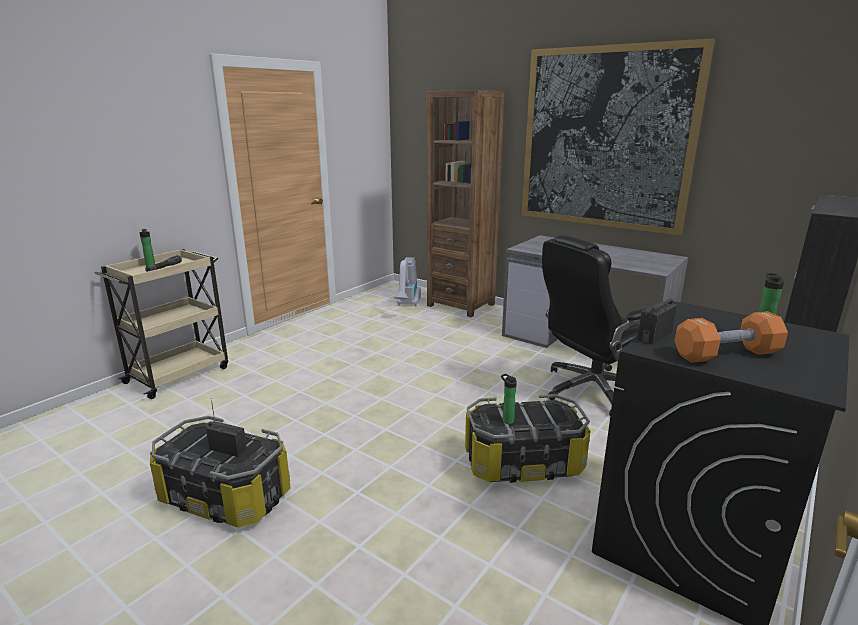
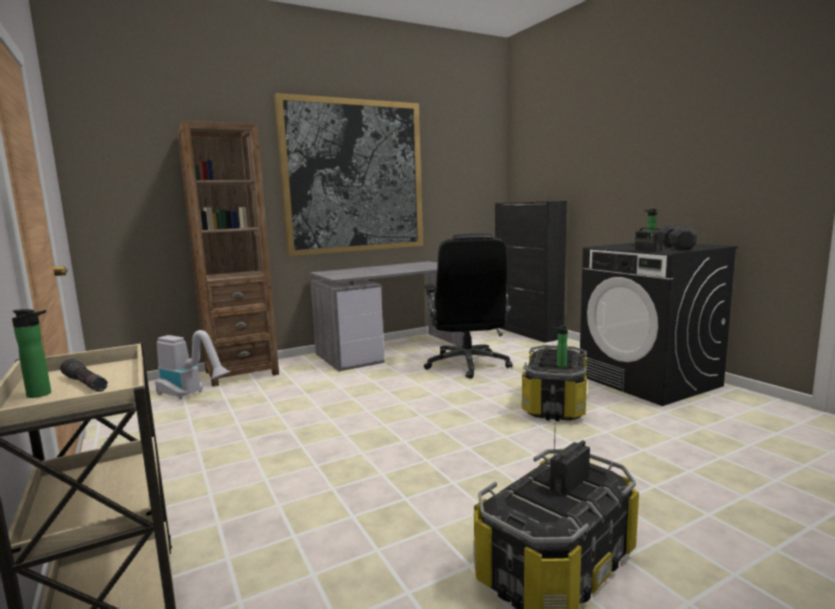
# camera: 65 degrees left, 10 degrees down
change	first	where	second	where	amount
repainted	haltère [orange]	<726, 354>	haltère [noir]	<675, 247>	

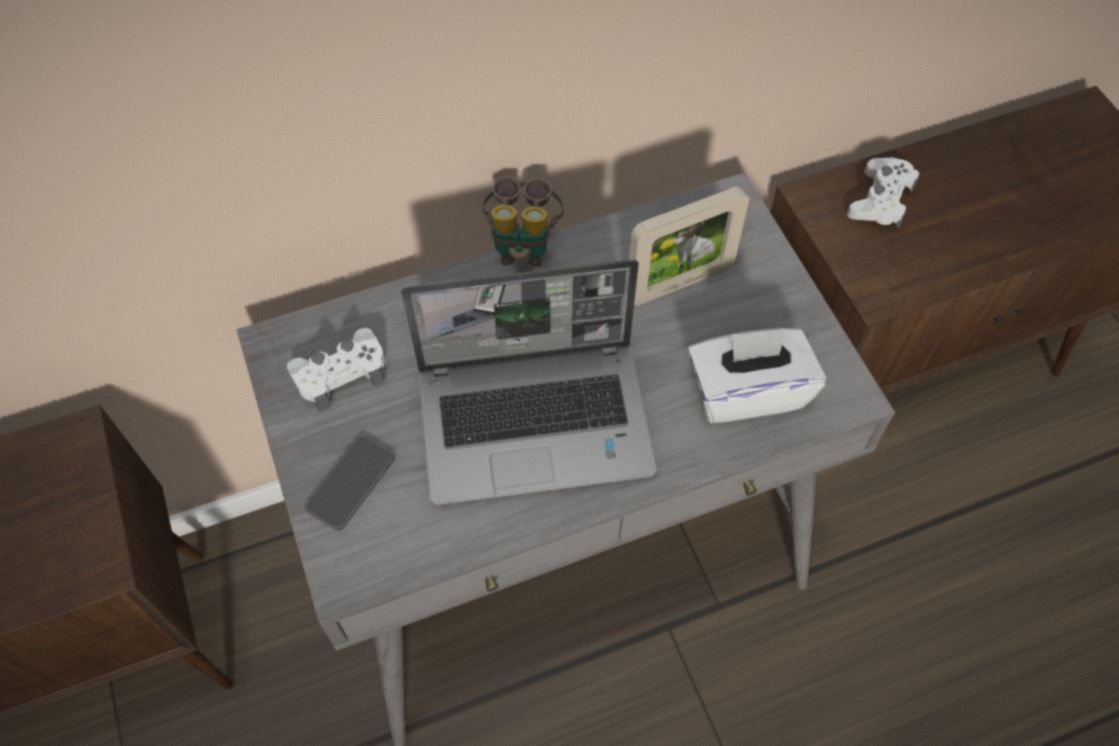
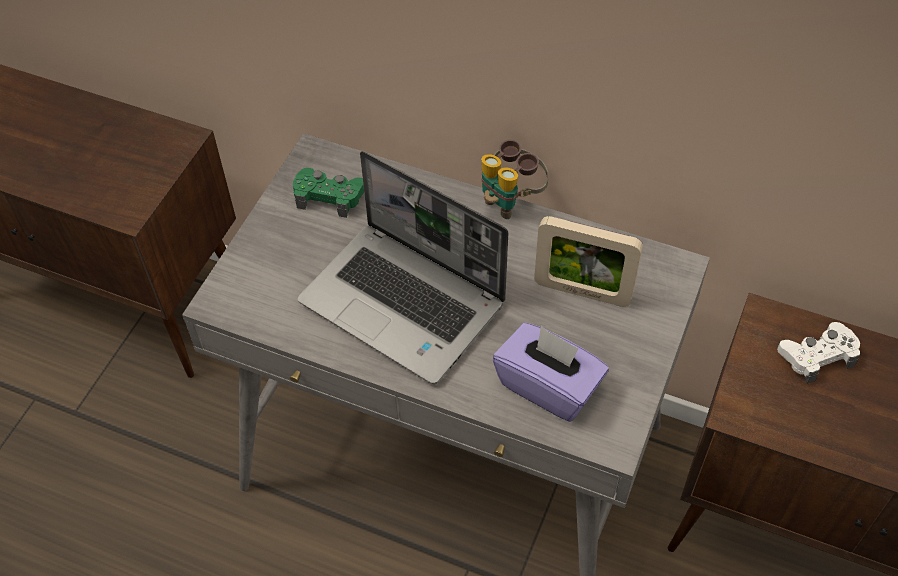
# camera: 45 degrees right, 5 degrees down
change	first	where	second	where	amount
repainted	manette [blanc]	<341, 373>	manette [vert]	<329, 196>	
repainted	boîte à mouchoirs [blanc]	<746, 391>	boîte à mouchoirs [violet]	<548, 386>	
gone	téléphone	<350, 483>			

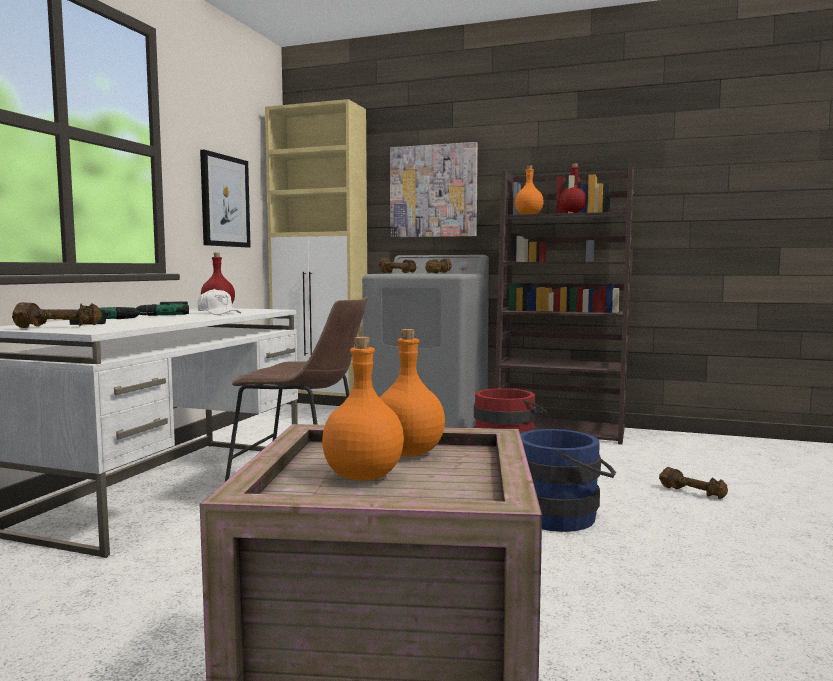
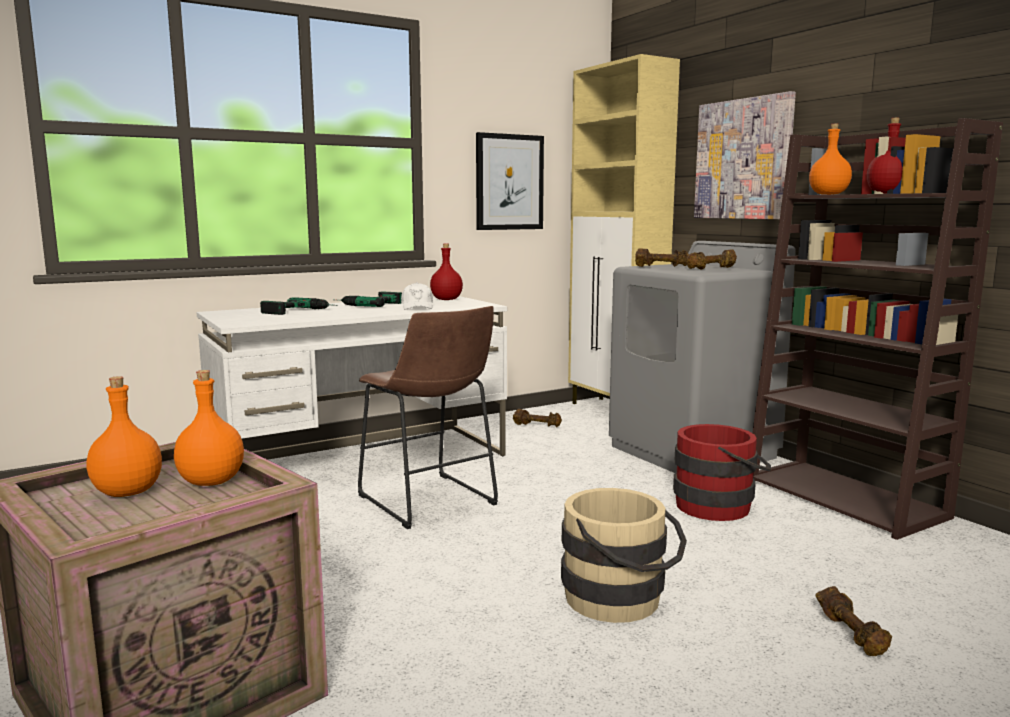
# camera: 40 degrees right, 5 degrees up
change	first	where	second	where	amount
shifted	haltère [marron]	<59, 327>		<537, 425>	
repainted	seau [bleu]	<564, 516>	seau [beige]	<621, 601>	

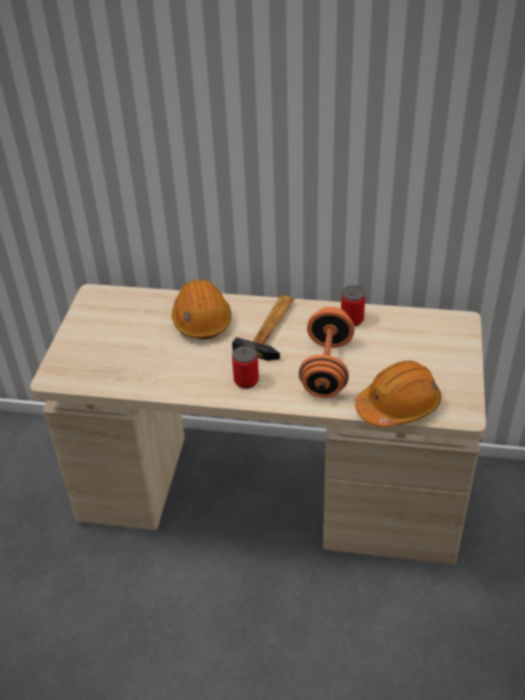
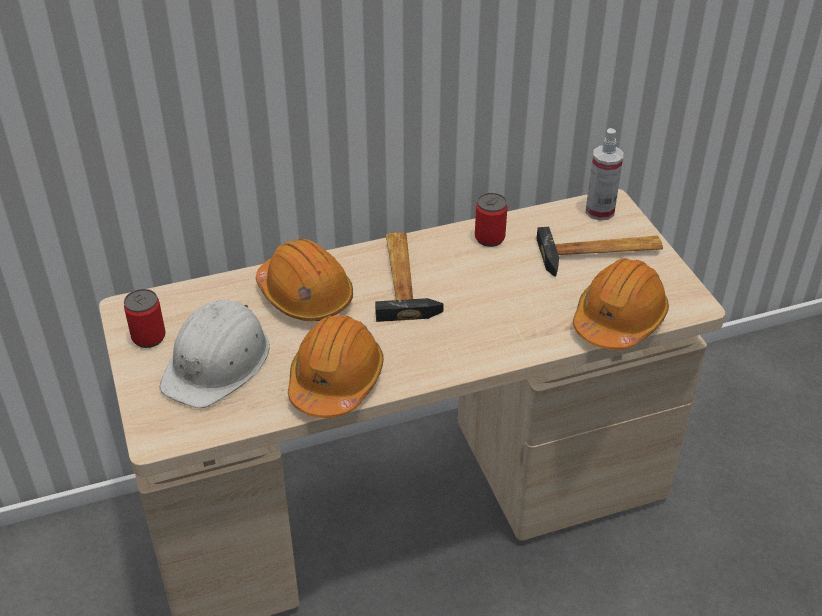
# camera: 30 degrees left, 0 degrees up
change	first	where	second	where	amount
shifted	boîte métallique	<246, 381>		<149, 337>	
new			casque de chantier [blanc]	<218, 362>	
new			casque de chantier [orange]	<336, 380>	
new			marteau	<601, 254>	
new			vaporisateur	<599, 211>	
gone	haltère [orange]	<326, 368>			

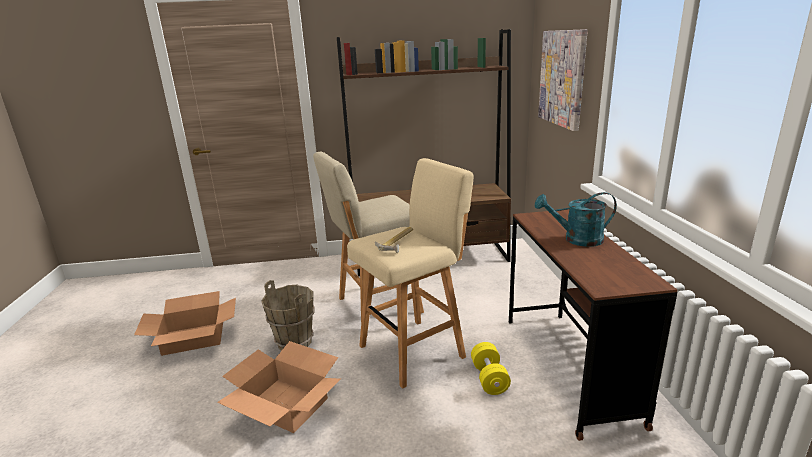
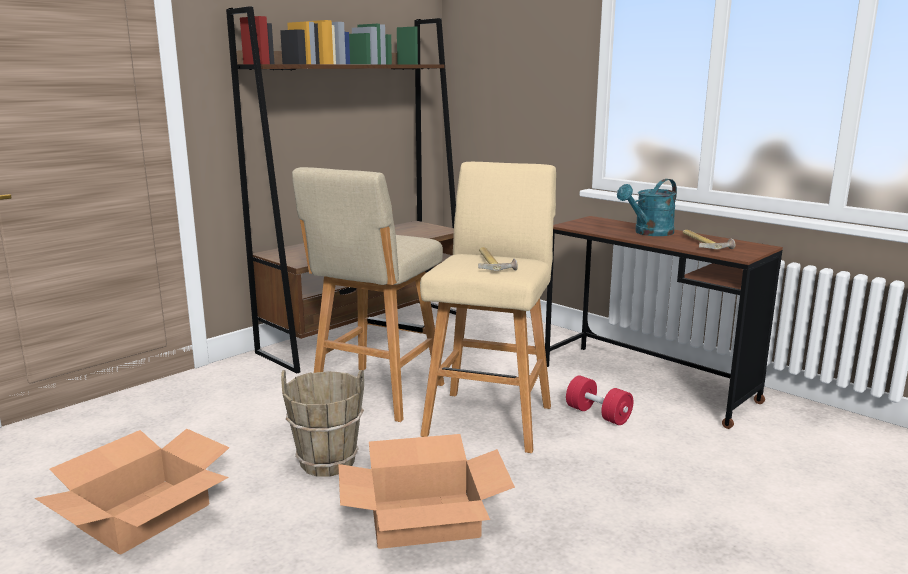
# camera: 40 degrees left, 5 degrees down
change	first	where	second	where	amount
repainted	haltère [jaune]	<489, 378>	haltère [rouge]	<598, 414>	
new			marteau	<704, 243>	
gone	tableau	<562, 78>			

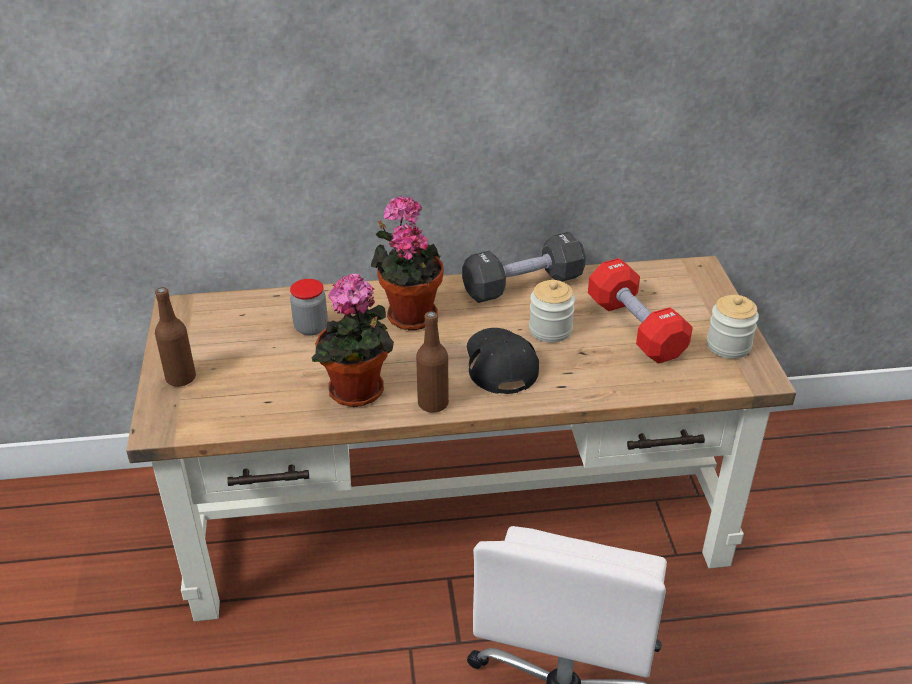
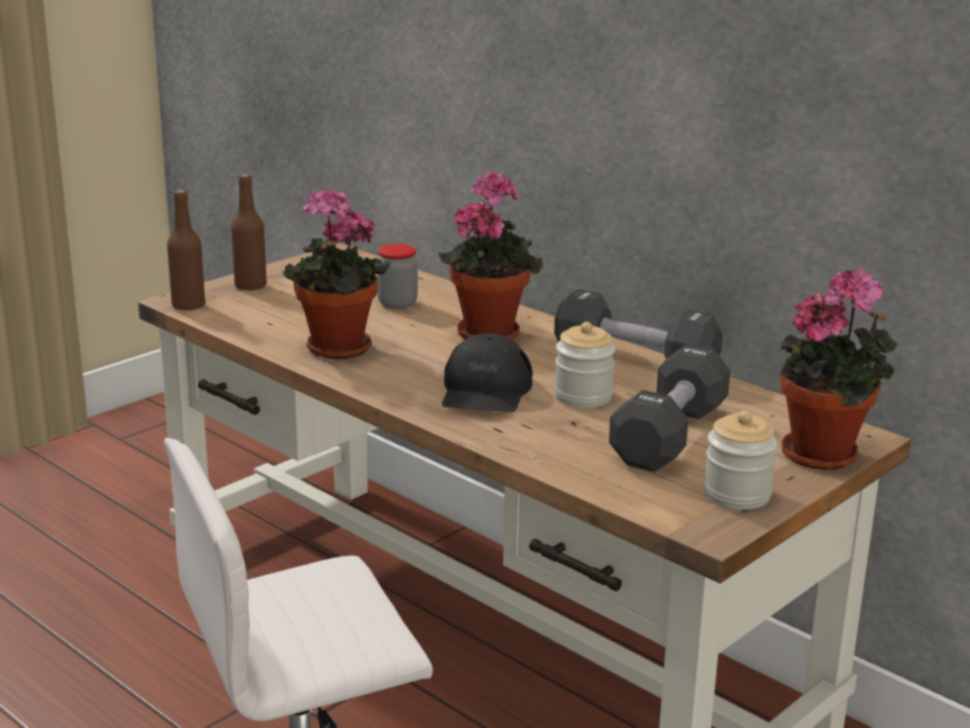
# camera: 50 degrees right, 15 degrees down
change	first	where	second	where	amount
shifted	bouteille [marron]	<433, 404>		<188, 306>	
rotated	casquette [noir]	<500, 363>		<485, 391>	150 degrees clockwise
repainted	haltère [rouge]	<635, 328>	haltère [noir]	<669, 435>	
new			plante en pot	<826, 454>	

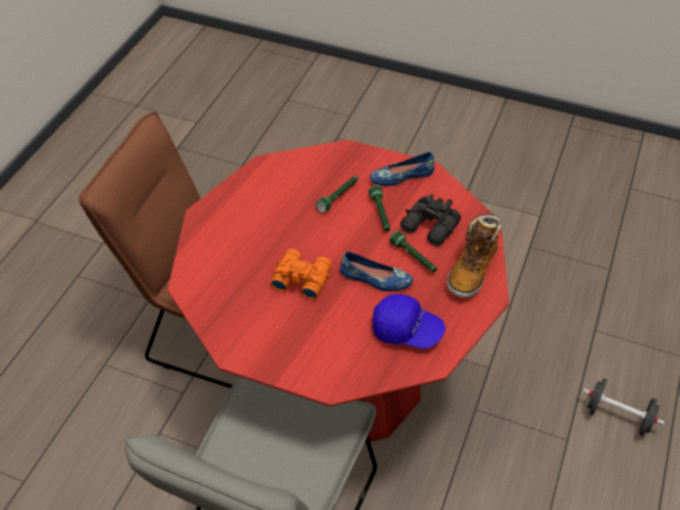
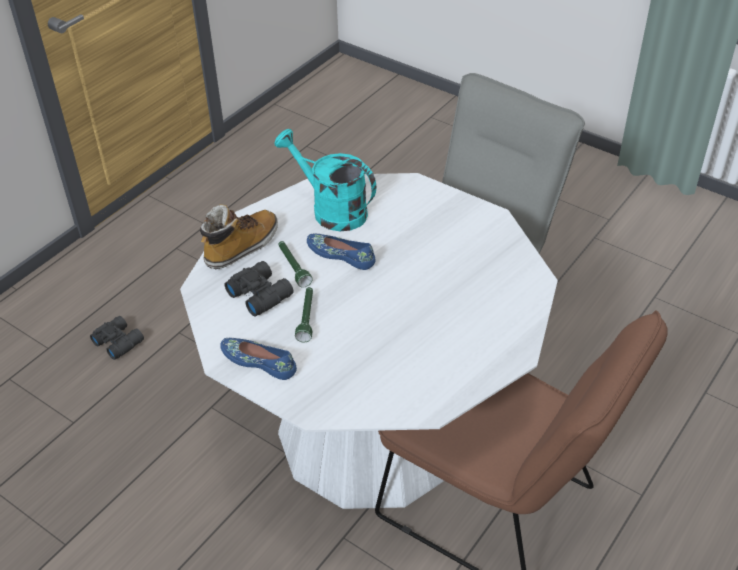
# camera: 165 degrees left, 5 degrees down
change	first	where	second	where	amount
swapped	haltère [noir]	<618, 416>	jumelles [noir]	<118, 341>	
repainted	table à manger [rouge]	<340, 374>	table à manger [blanc]	<371, 431>	
rotated	chaussure [bleu]	<401, 175>		<259, 361>	150 degrees counterclockwise
swapped	casquette [bleu]	<406, 330>	arrosoir [turquoise]	<331, 209>	
gone	jumelles [orange]	<301, 278>			
gone	lampe de poche [vert]	<338, 197>			

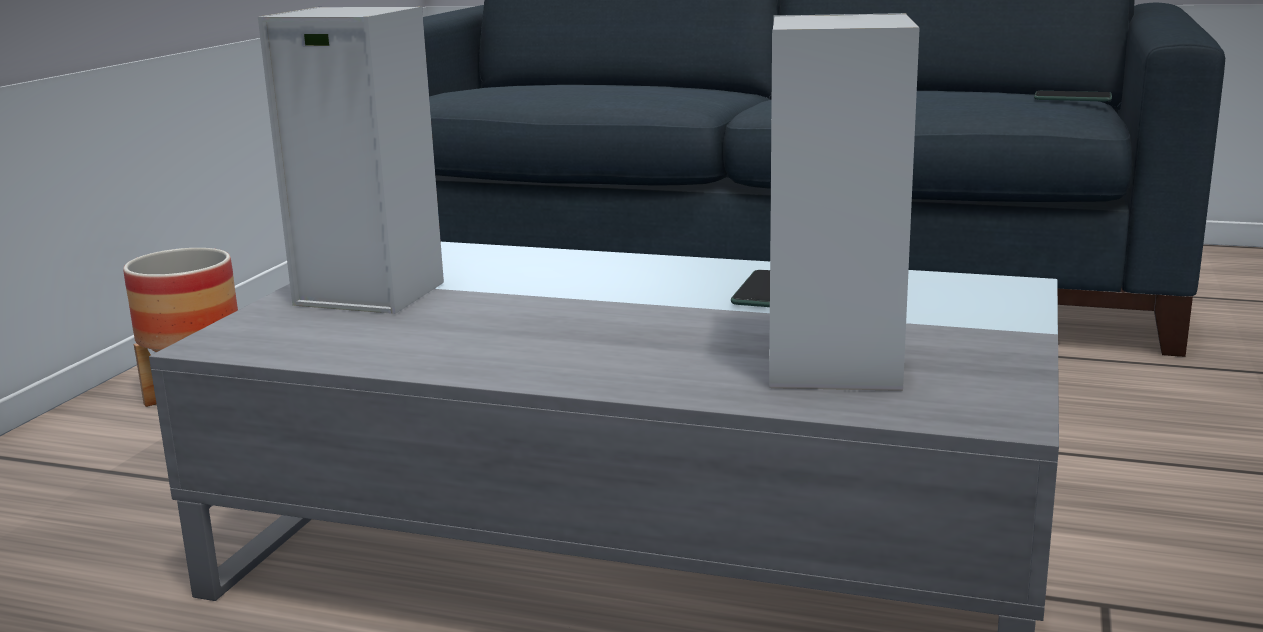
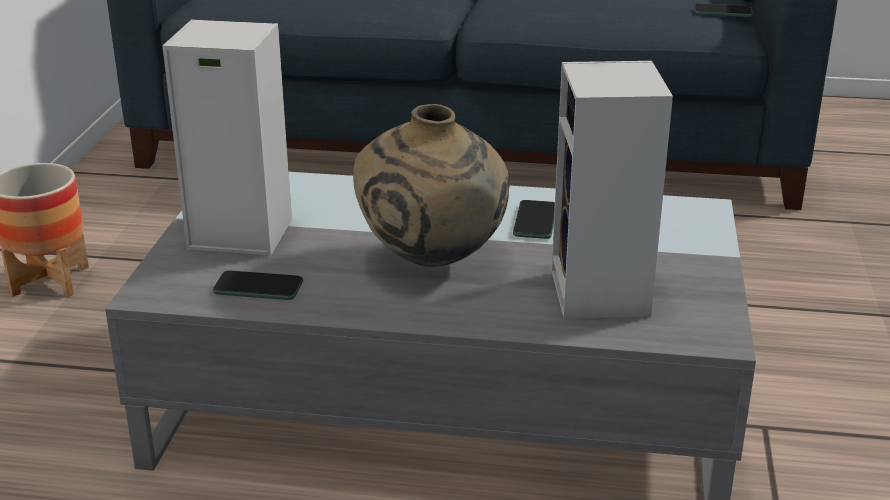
# camera: 10 degrees left, 10 degrees up
change	first	where	second	where	amount
new			téléphone	<258, 287>	
new			vase [beige]	<432, 261>	

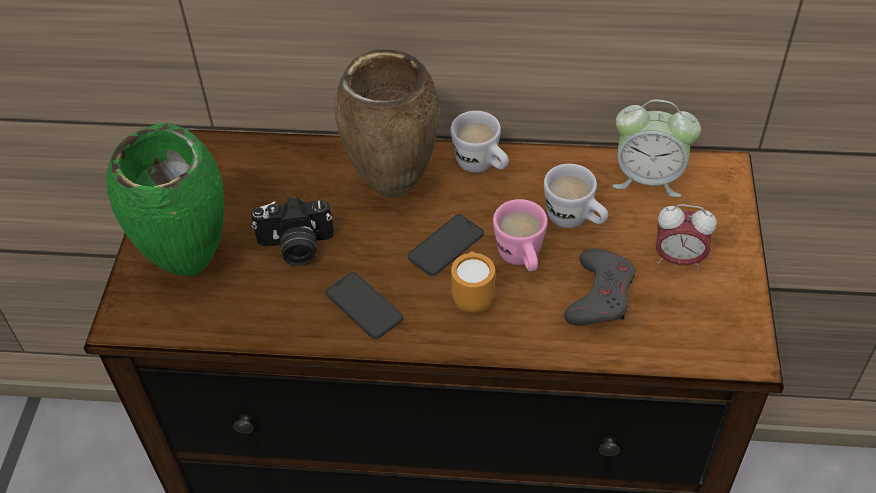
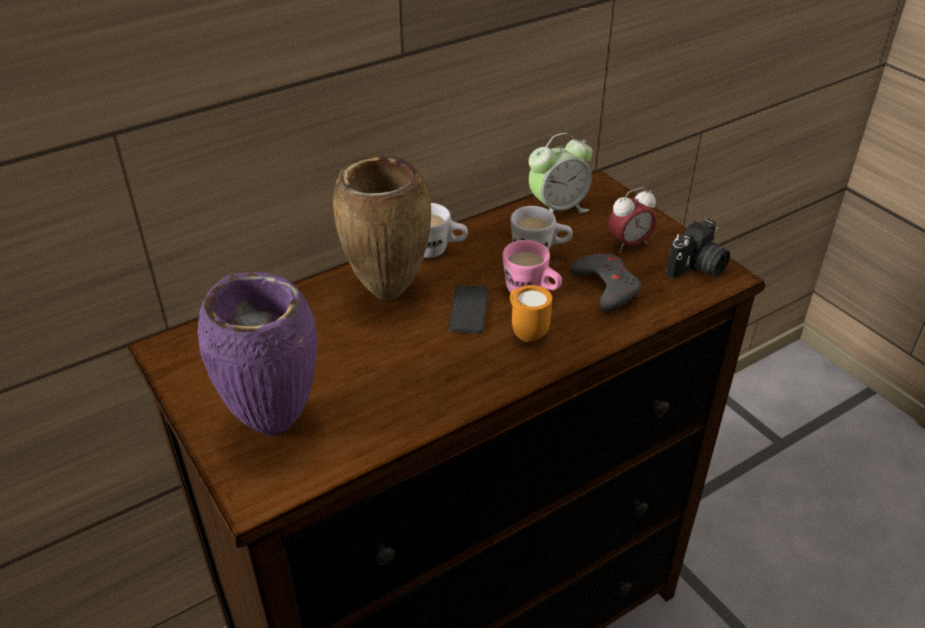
# camera: 40 degrees left, 10 degrees down
change	first	where	second	where	amount
repainted	vase [vert]	<193, 267>	vase [violet]	<277, 425>	
shifted	appareil photo	<296, 247>		<697, 267>	
gone	téléphone	<364, 306>			

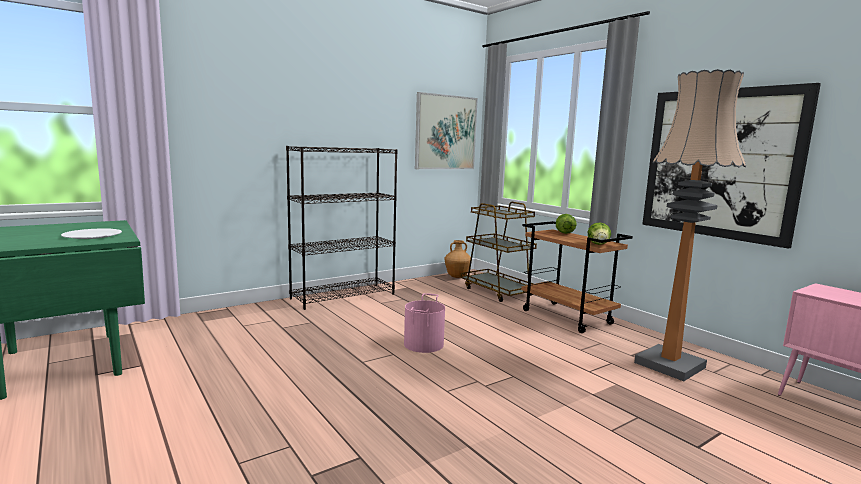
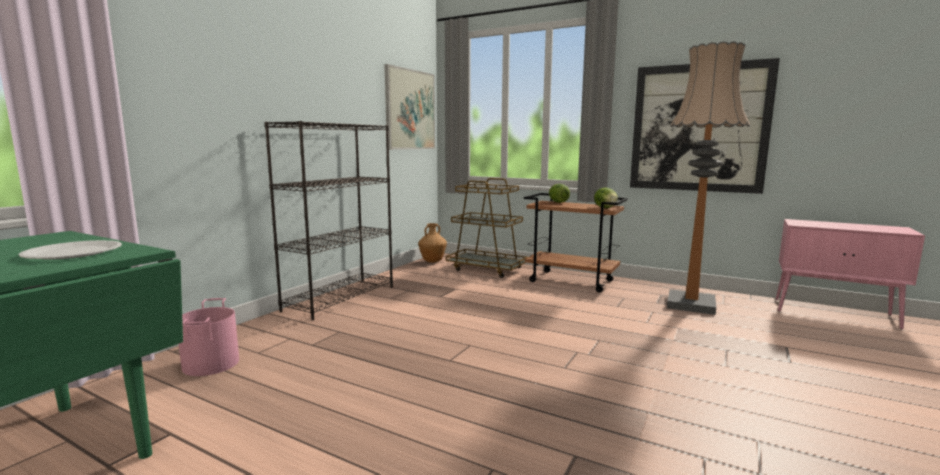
# camera: 25 degrees left, 0 degrees up
change	first	where	second	where	amount
shifted	seau [rose]	<424, 344>		<212, 363>	

